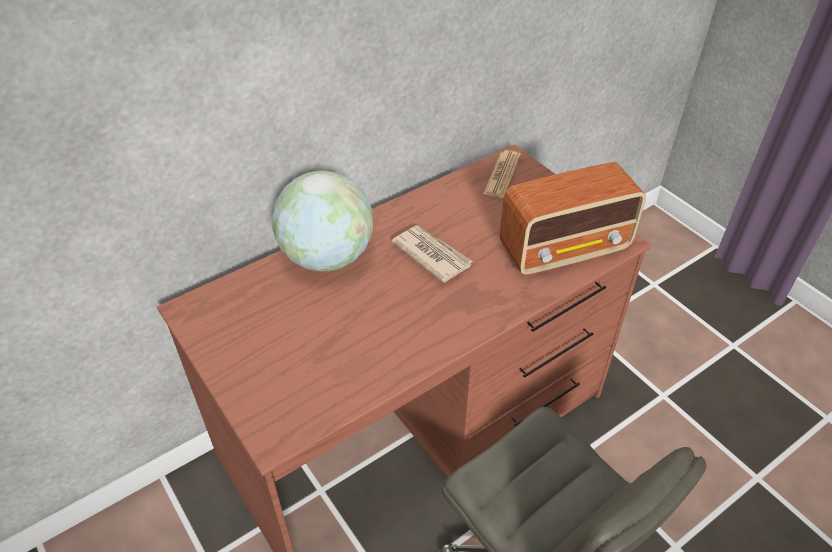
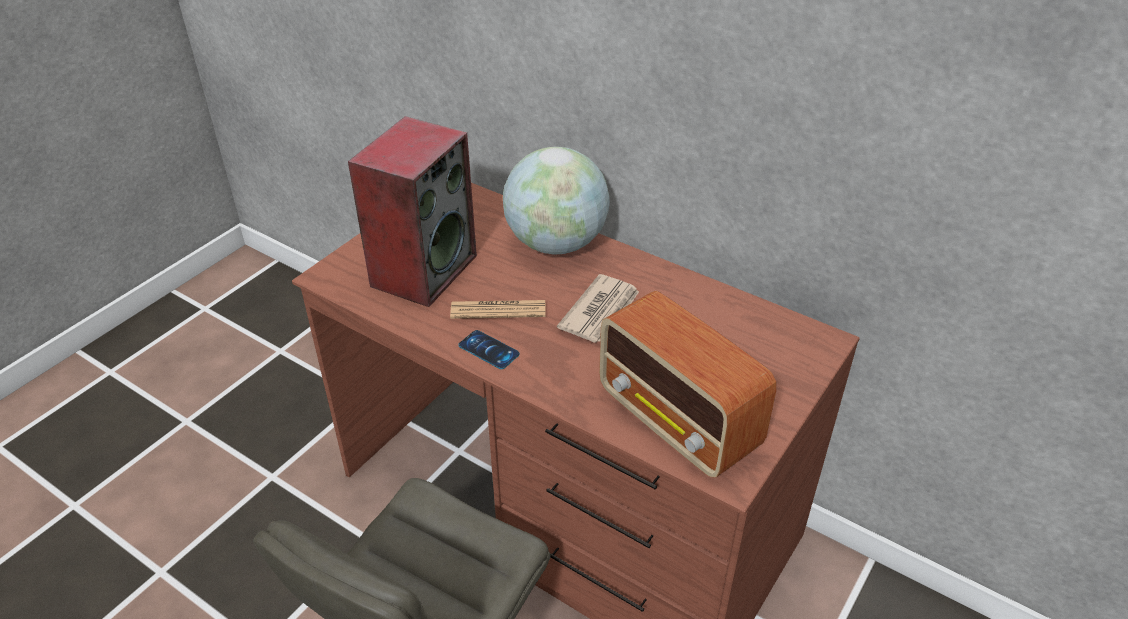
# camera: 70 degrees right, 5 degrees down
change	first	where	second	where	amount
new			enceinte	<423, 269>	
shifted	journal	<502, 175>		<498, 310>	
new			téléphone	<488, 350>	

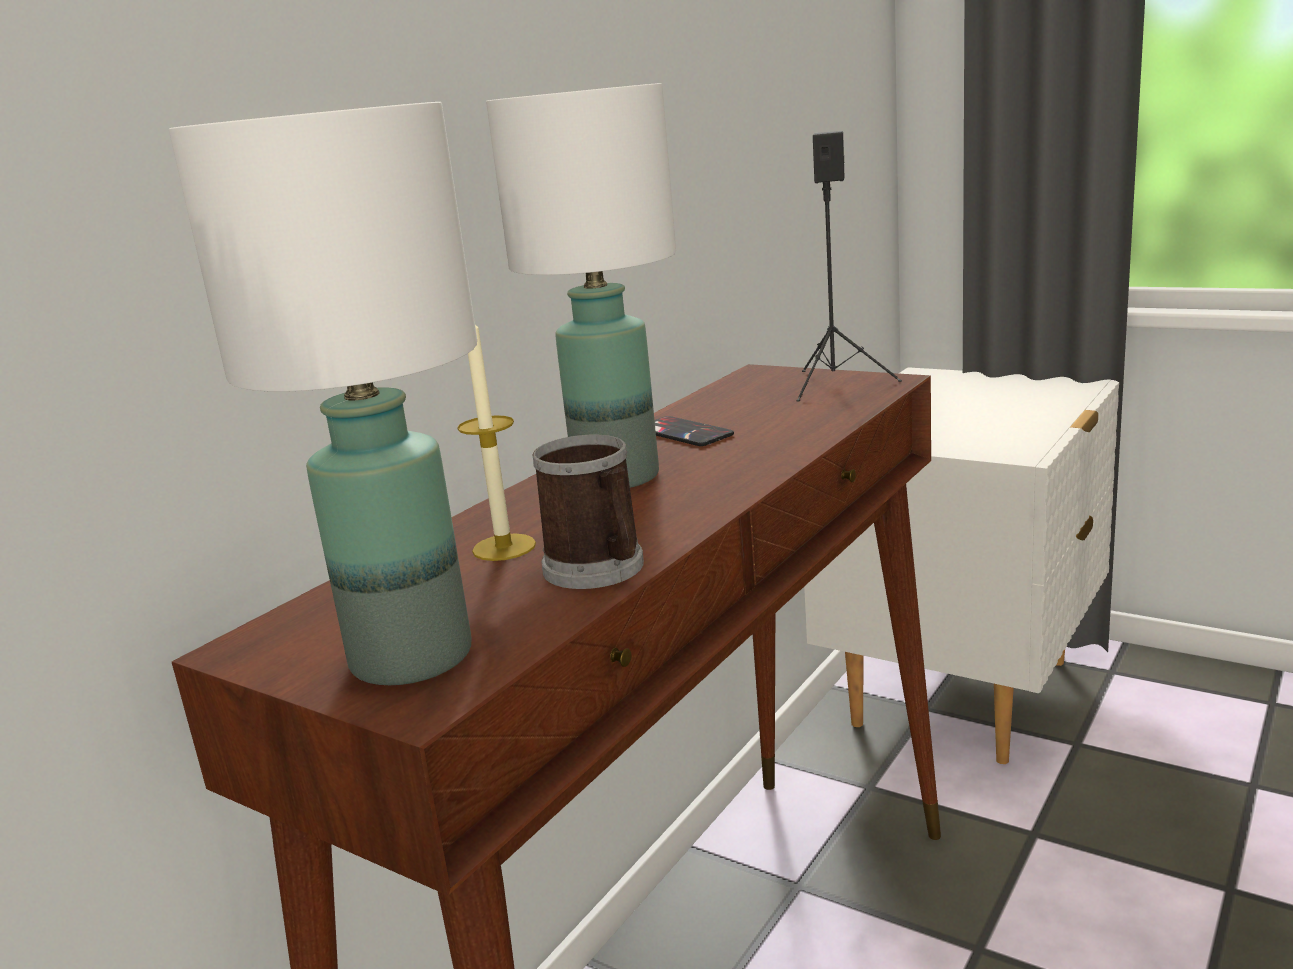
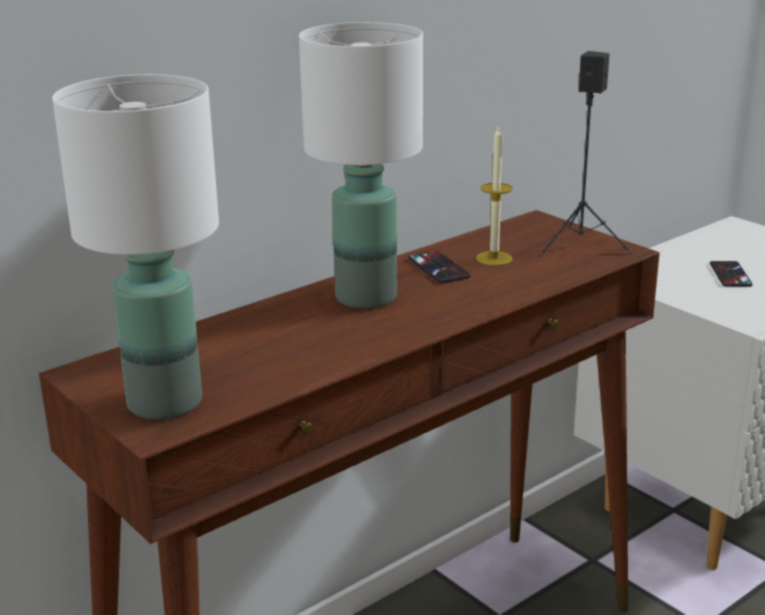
# camera: 15 degrees right, 5 degrees up
change	first	where	second	where	amount
shifted	bougie	<504, 547>		<494, 258>	
new			téléphone	<730, 274>	
gone	mug	<600, 570>			

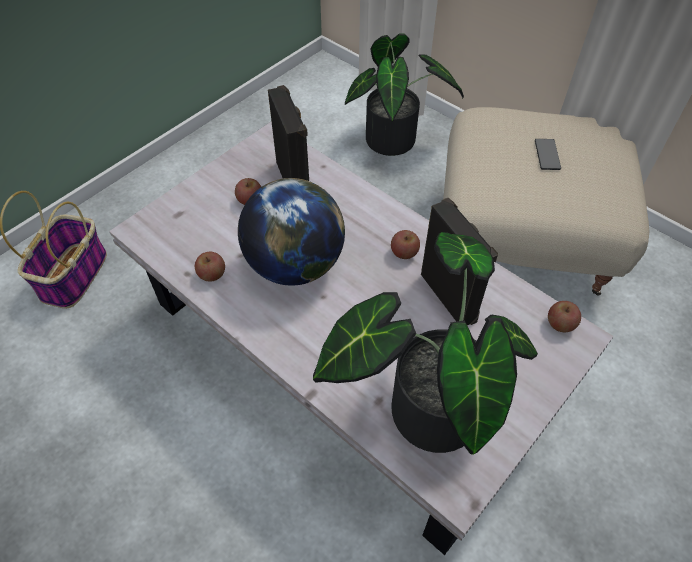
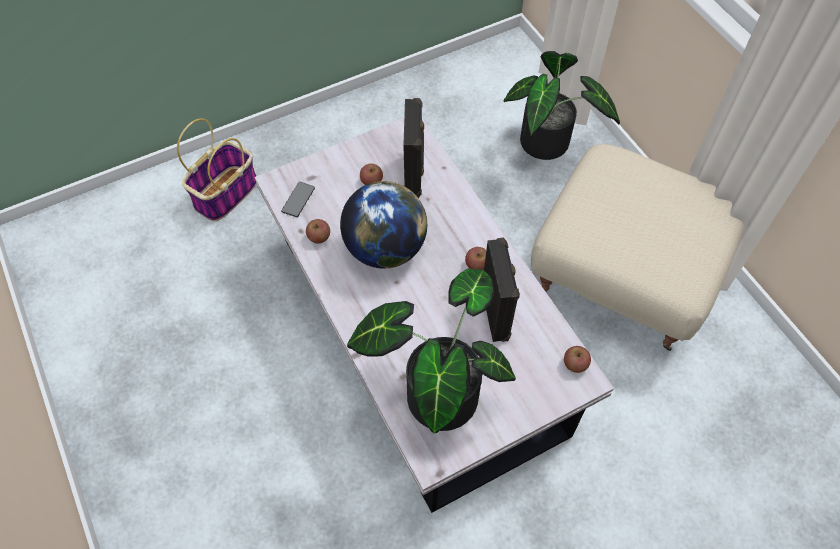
# camera: 20 degrees right, 5 degrees up
change	first	where	second	where	amount
shifted	téléphone	<547, 155>		<298, 200>	

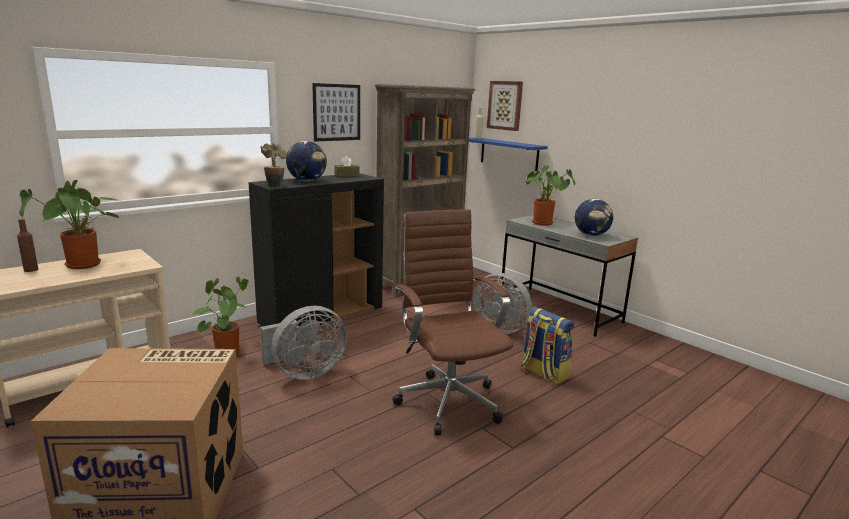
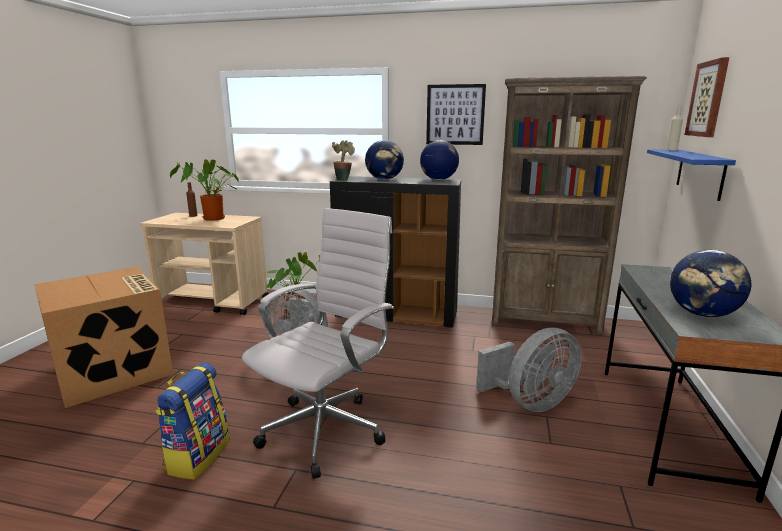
# camera: 55 degrees right, 0 degrees up
change	first	where	second	where	amount
shifted	sac à dos	<543, 373>		<197, 456>	
repainted	chaise de bureau [marron]	<447, 400>	chaise de bureau [blanc]	<327, 428>	
swapped	boîte à mouchoirs [marron]	<346, 175>	globe	<438, 179>	
rotated	ventilateur [gris]	<501, 328>		<530, 402>	120 degrees counterclockwise
gone	plante en pot	<544, 223>			

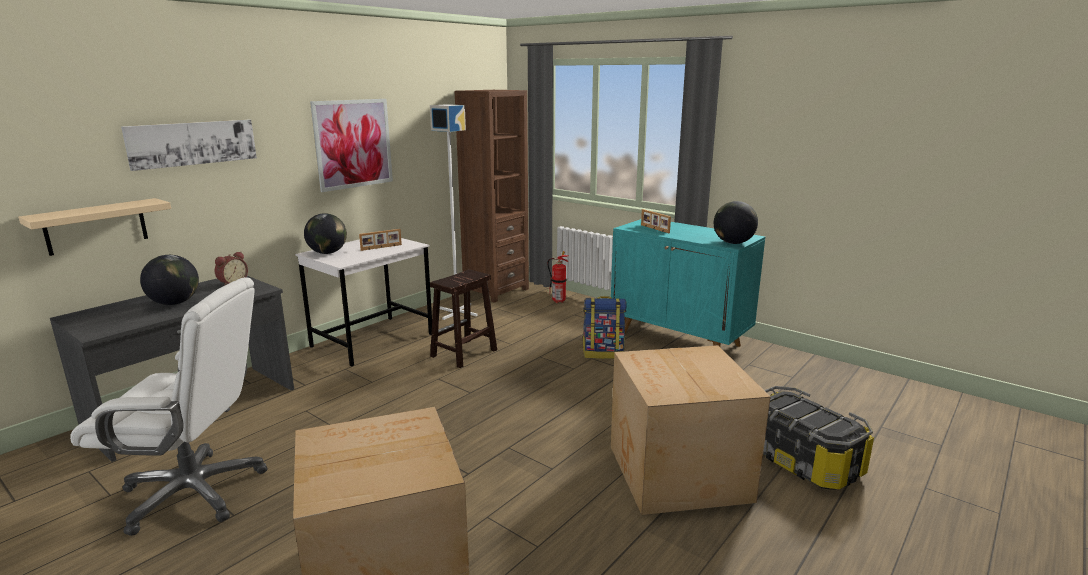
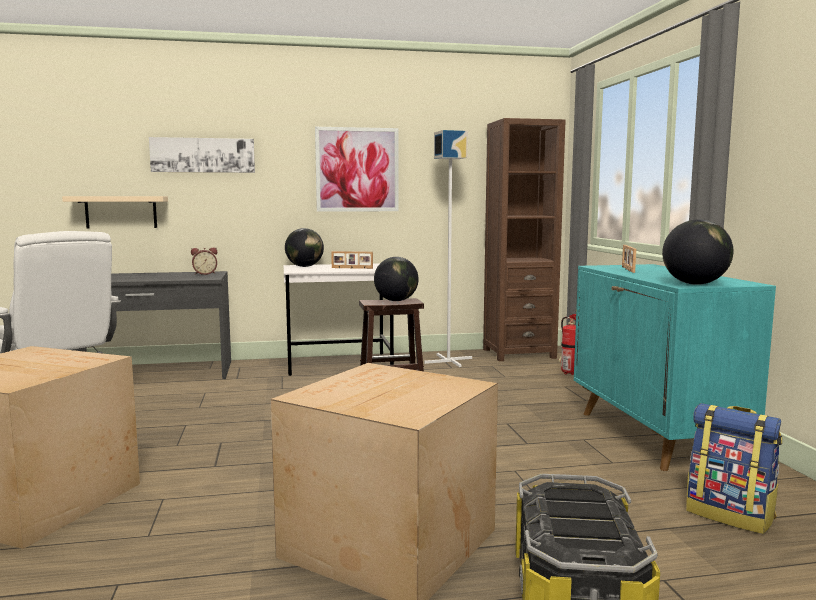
# camera: 40 degrees right, 10 degrees down
change	first	where	second	where	amount
shifted	globe	<174, 303>		<396, 301>	
shifted	sac à dos	<603, 353>		<730, 515>	

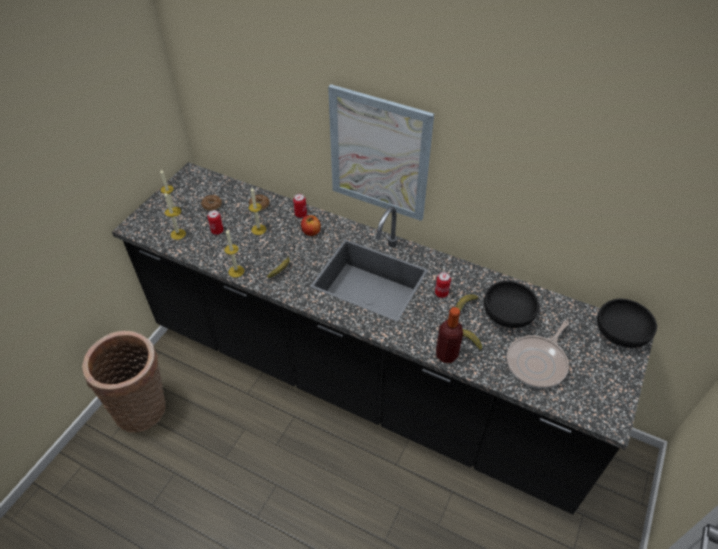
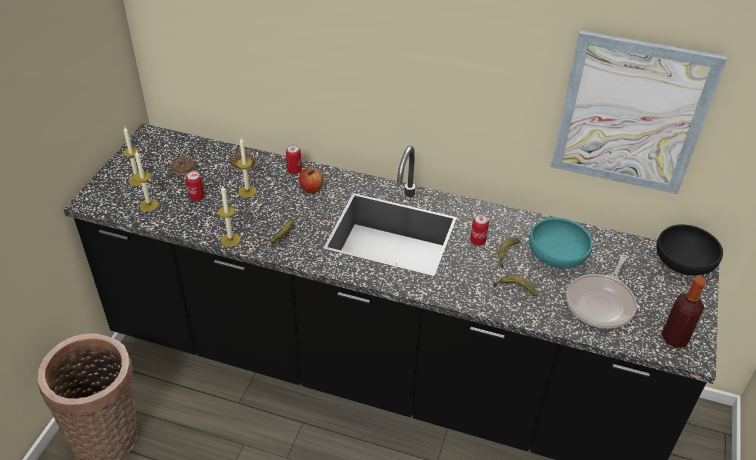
# camera: 10 degrees left, 5 degrees down
change	first	where	second	where	amount
repainted	bol [noir]	<507, 314>	bol [turquoise]	<556, 256>	
shifted	tableau	<379, 154>		<631, 114>	
shifted	bouteille	<446, 354>		<674, 338>	

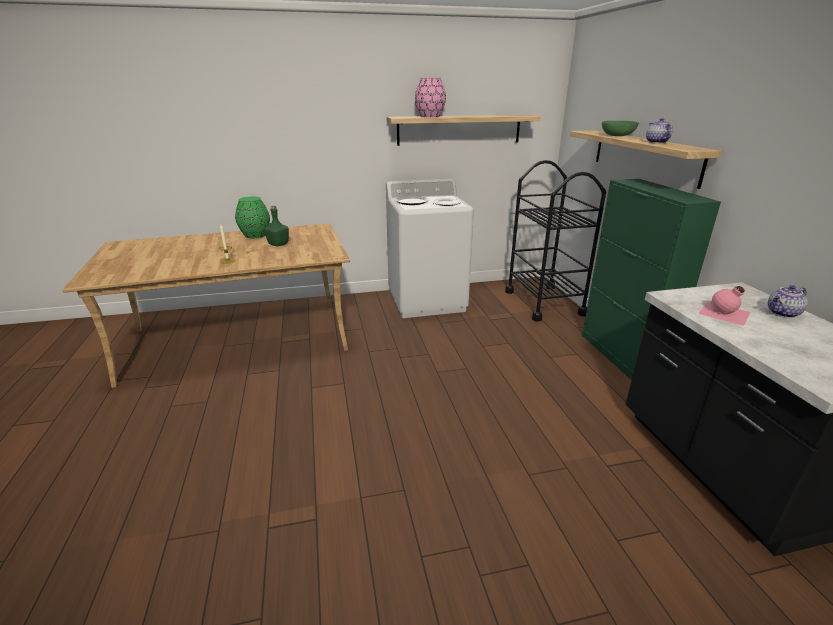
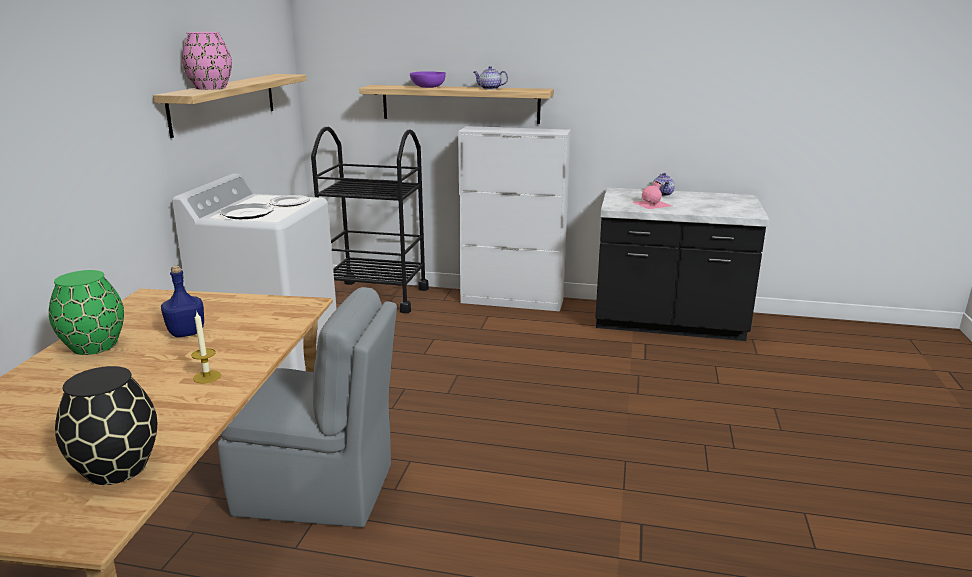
# camera: 65 degrees left, 5 degrees down
change	first	where	second	where	amount
new			vase [noir]	<118, 467>	
repainted	bouteille [vert]	<278, 244>	bouteille [bleu]	<185, 333>	
new			chaise [gris]	<319, 490>	
repainted	bol [vert]	<617, 135>	bol [violet]	<428, 87>	
repainted	meuble de rangement [vert]	<621, 357>	meuble de rangement [blanc]	<512, 301>	

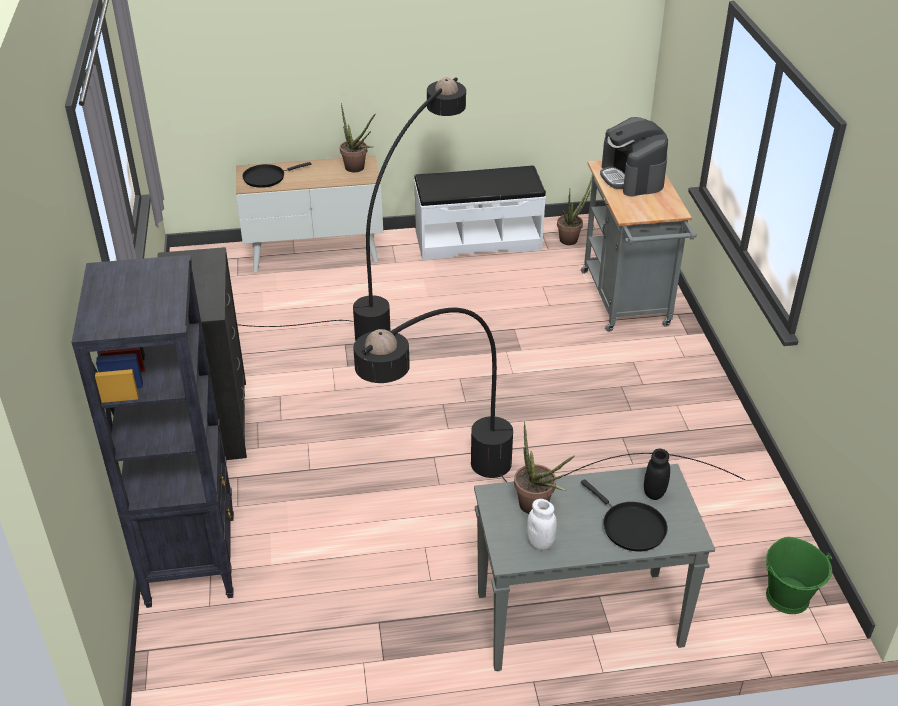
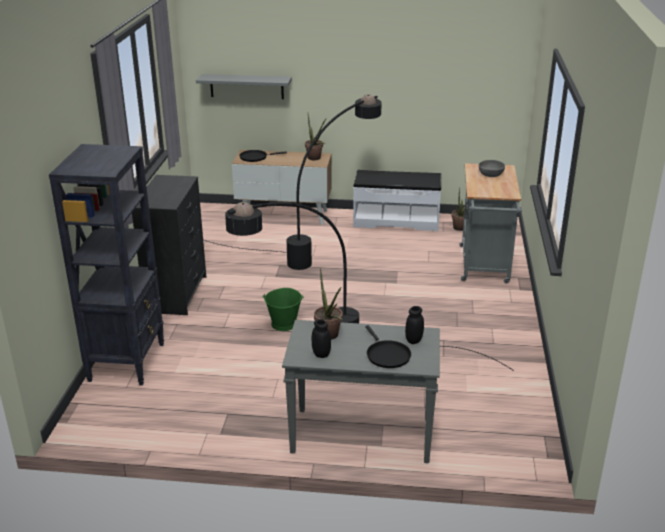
# camera: 15 degrees right, 10 degrees down
change	first	where	second	where	amount
new			étagère [gris]	<246, 86>	
shifted	seau [vert]	<788, 597>		<284, 324>	
repainted	bocal [blanc]	<540, 543>	bocal [noir]	<321, 354>	
swapped	machine à café	<632, 177>	bol [gris]	<491, 174>	

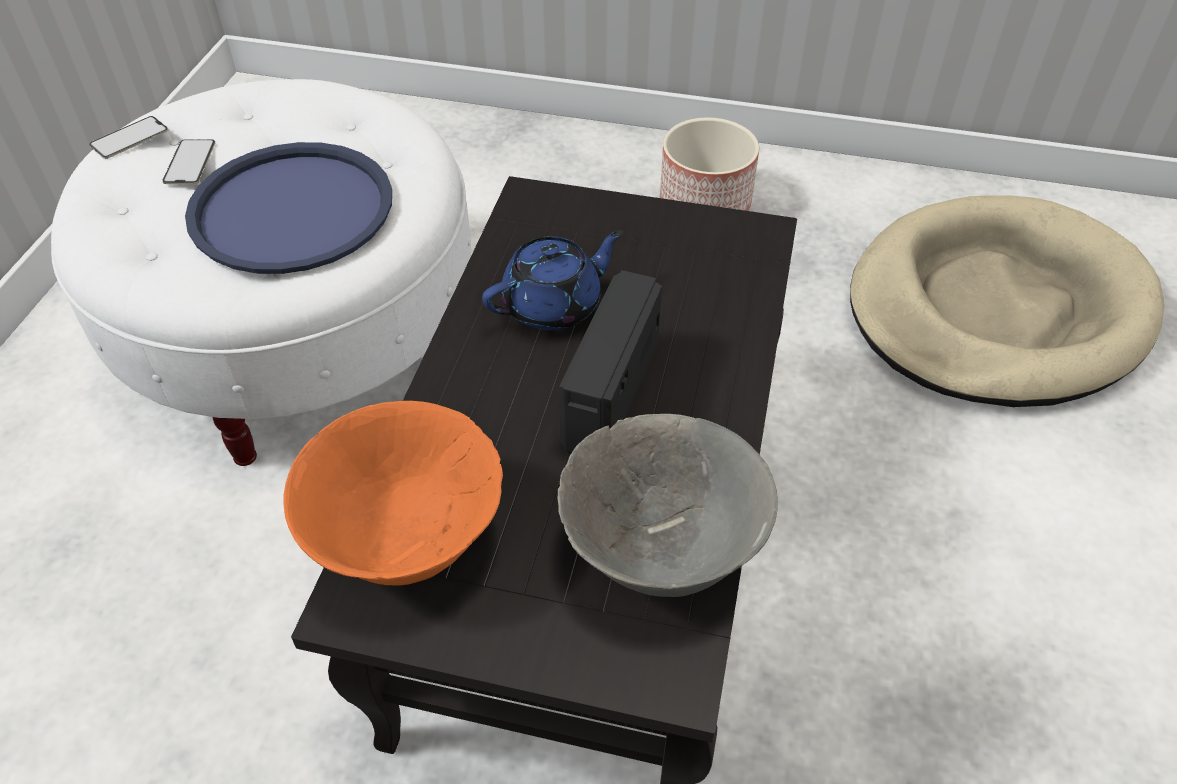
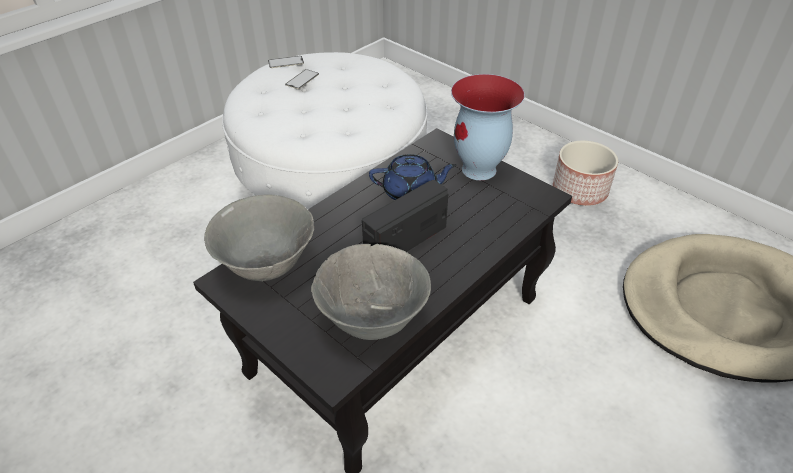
# camera: 30 degrees right, 5 degrees down
change	first	where	second	where	amount
repainted	bol [orange]	<407, 538>	bol [gris]	<267, 264>	
new			vase	<480, 170>	
gone	plateau [bleu]	<292, 209>			

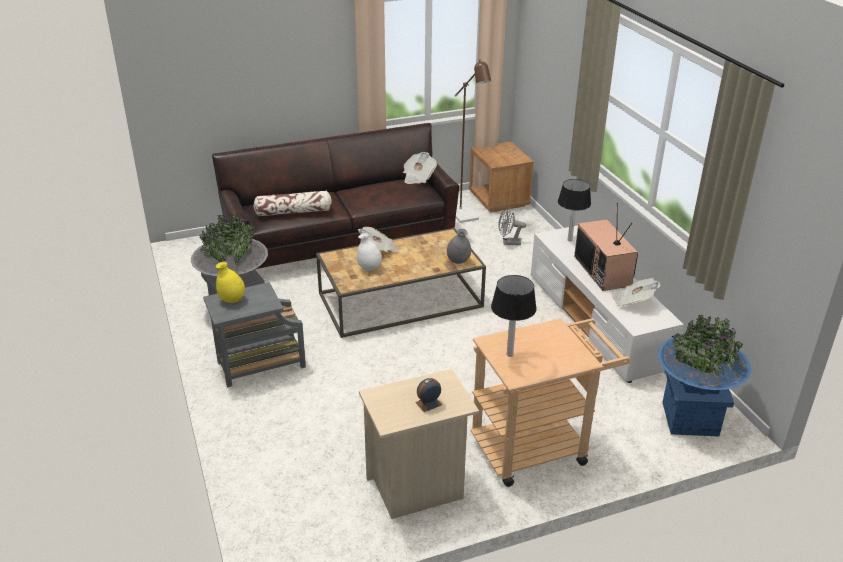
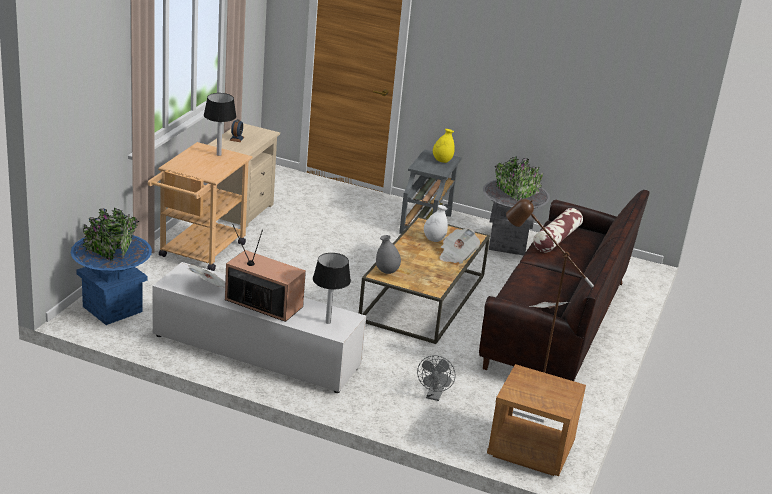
# camera: 130 degrees right, 5 degrees down
change	first	where	second	where	amount
rotated	ventilateur [gris]	<508, 242>		<434, 396>	150 degrees clockwise

